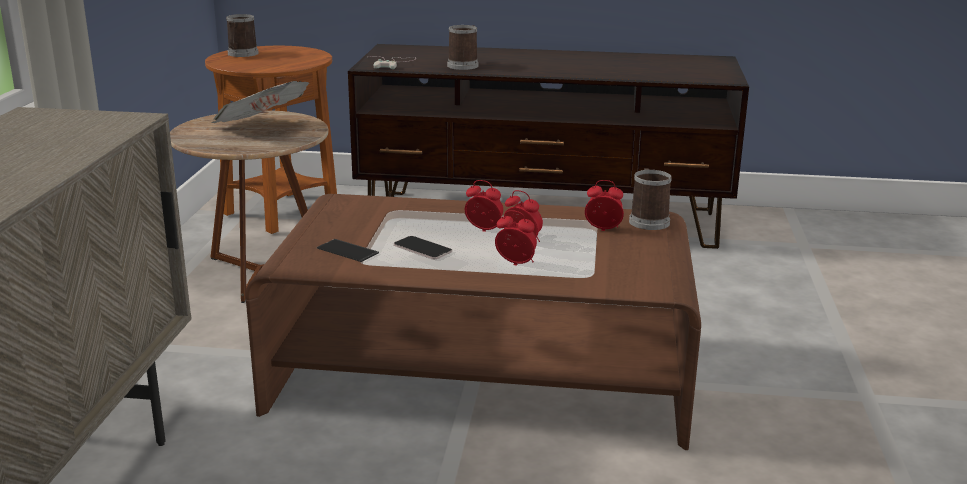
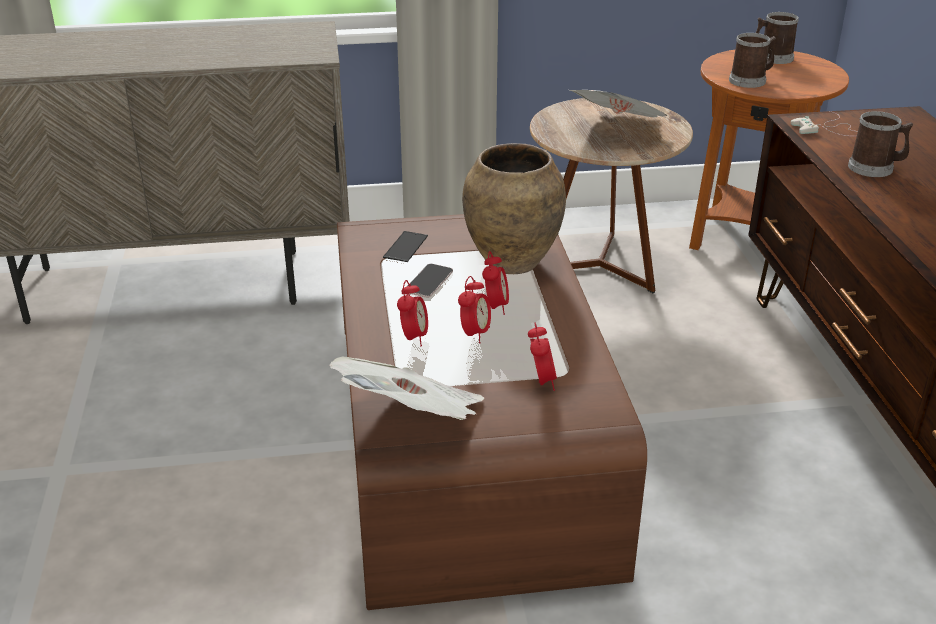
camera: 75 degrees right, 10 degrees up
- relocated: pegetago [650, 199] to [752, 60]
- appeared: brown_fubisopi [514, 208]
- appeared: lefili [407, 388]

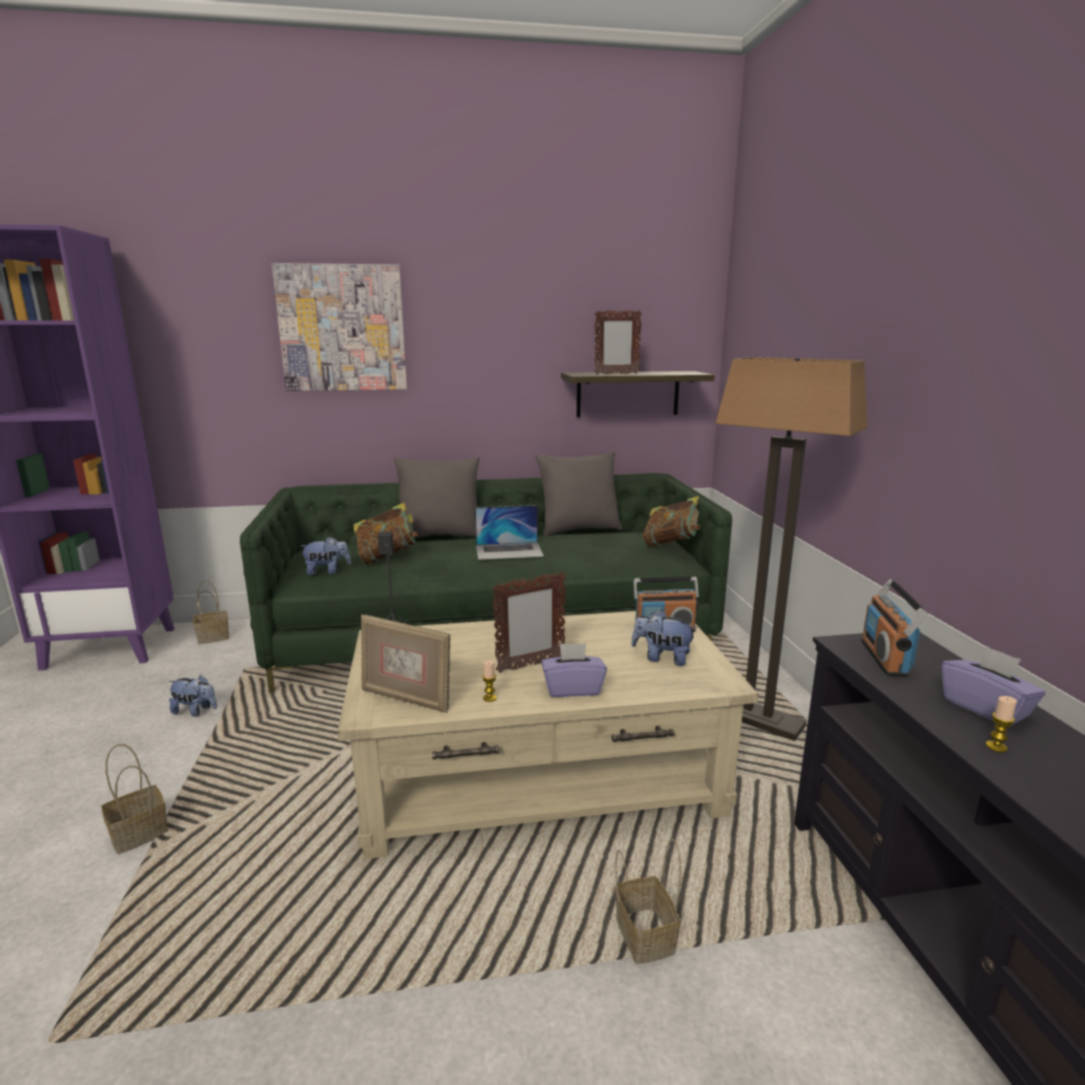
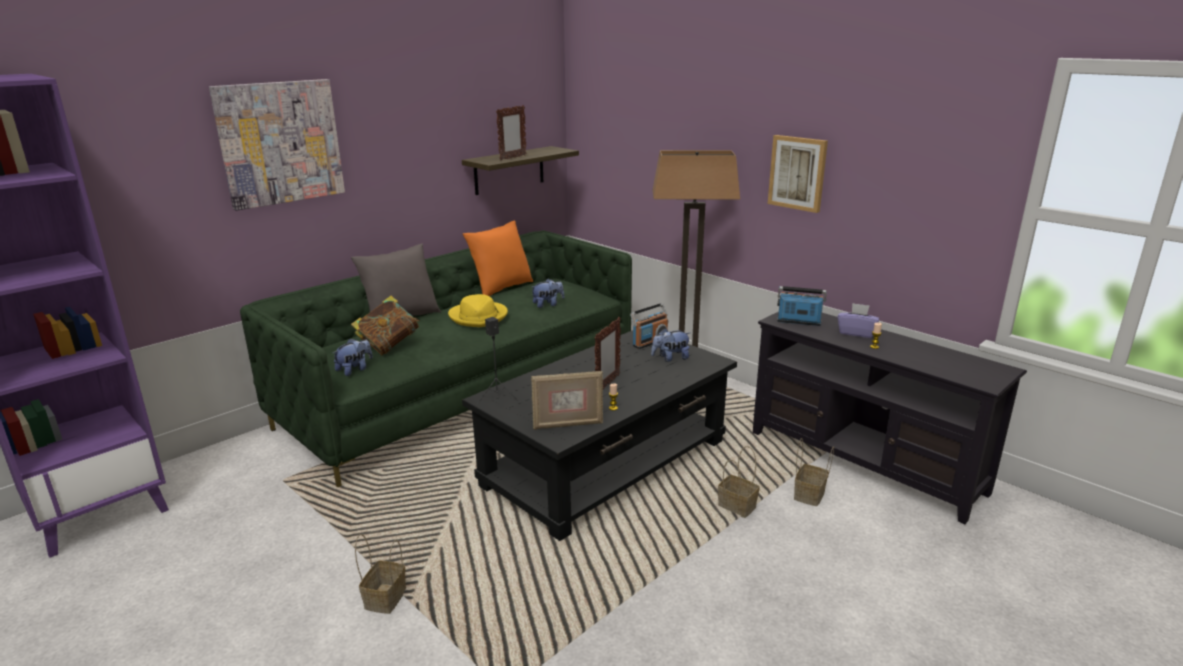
camera: 35 degrees left, 5 degrees up
- colour: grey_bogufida [578, 494] to orange_bogufida [498, 258]
- missing: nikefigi [672, 521]
- exchanged: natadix [509, 532] to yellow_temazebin [478, 310]
- spun: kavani [894, 628] = [802, 306] 135 degrees clockwise
- relocated: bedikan [211, 612] to [814, 472]
- colour: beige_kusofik [548, 735] to black_kusofik [599, 436]
- missing: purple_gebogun [574, 670]
- relocated: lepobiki [193, 695] to [548, 293]
- appeared: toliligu [798, 174]

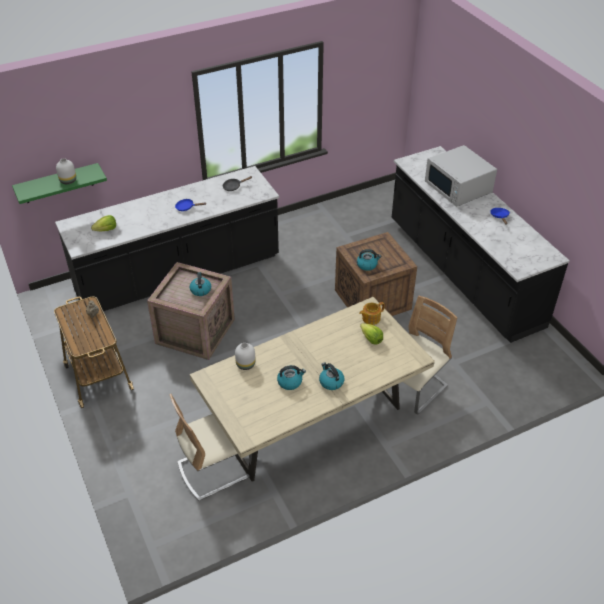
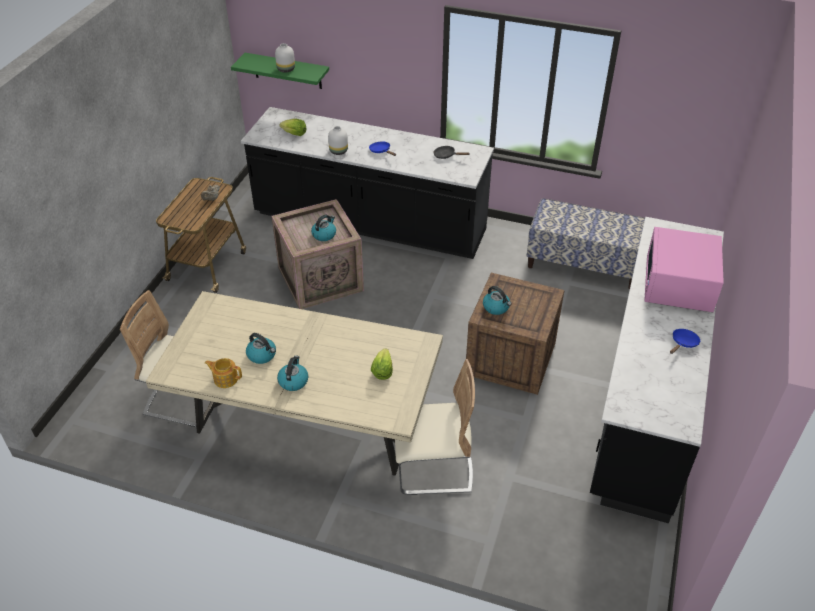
camera: 45 degrees right, 0 degrees up
- colour: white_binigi [461, 176] to pink_binigi [684, 269]
- relocated: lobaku [371, 313] to [223, 373]
- relocated: white_fubisopi [245, 356] to [338, 140]
- appeared: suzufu [586, 243]

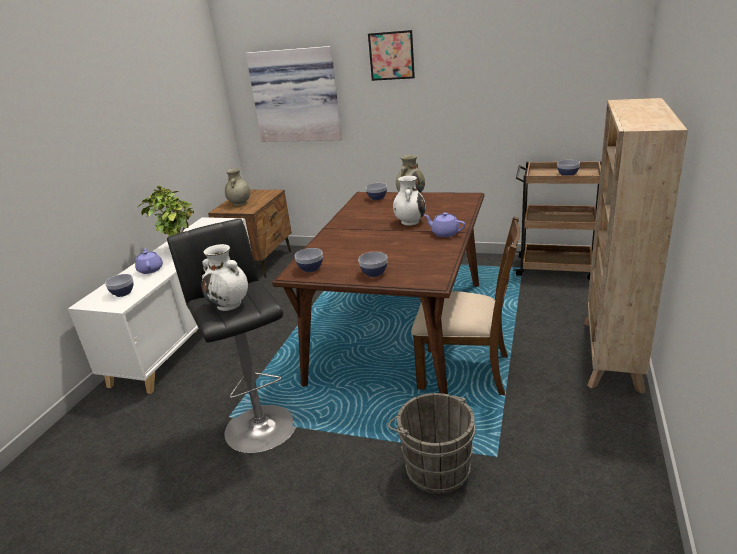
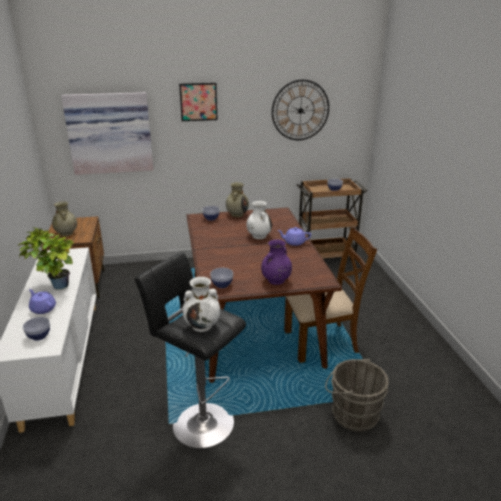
camera: 30 degrees left, 0 degrees up
- missing: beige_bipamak [636, 246]
- exchanged: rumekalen [373, 264] to purple_fubisopi [276, 262]
- appeared: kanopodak [300, 109]

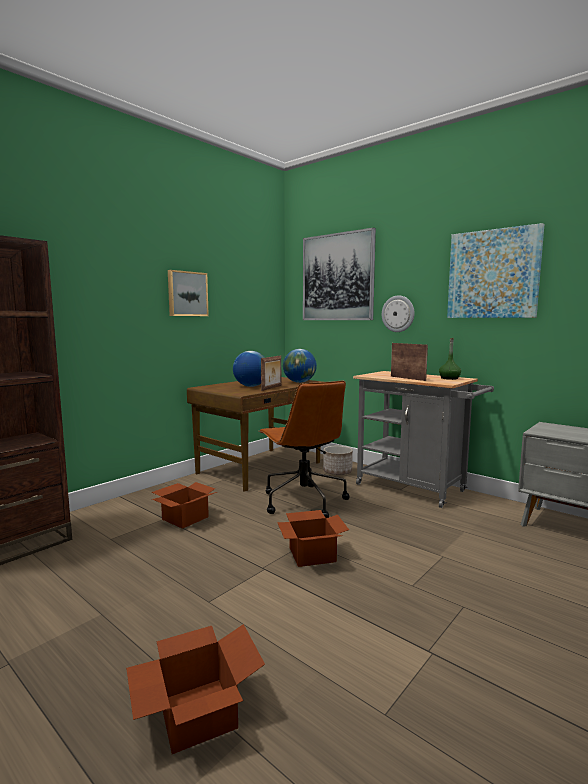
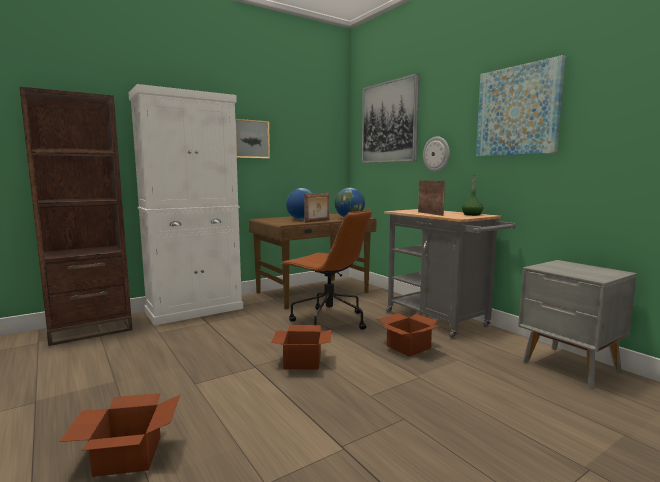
camera: 15 degrees right, 0 degrees up
- spun: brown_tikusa [304, 449] = [327, 269] 45 degrees counterclockwise
- missing: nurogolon [338, 460]
- relocated: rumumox [184, 505] to [409, 335]
- appeared: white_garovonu [186, 205]

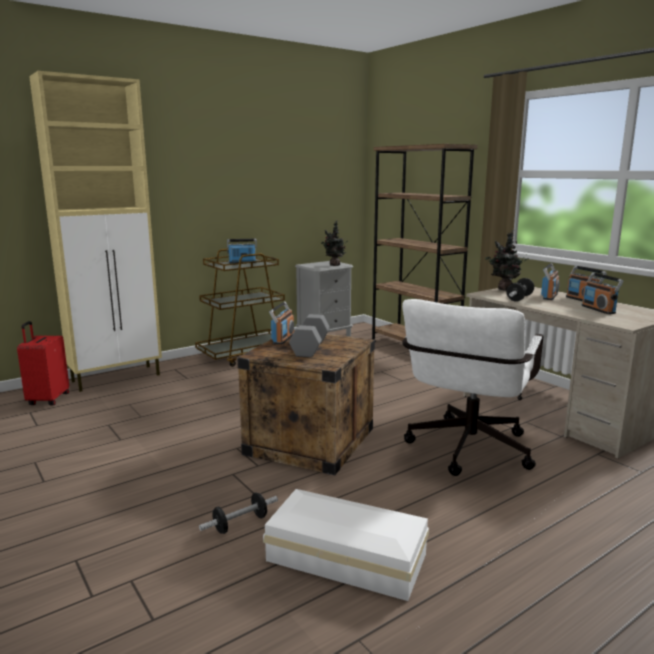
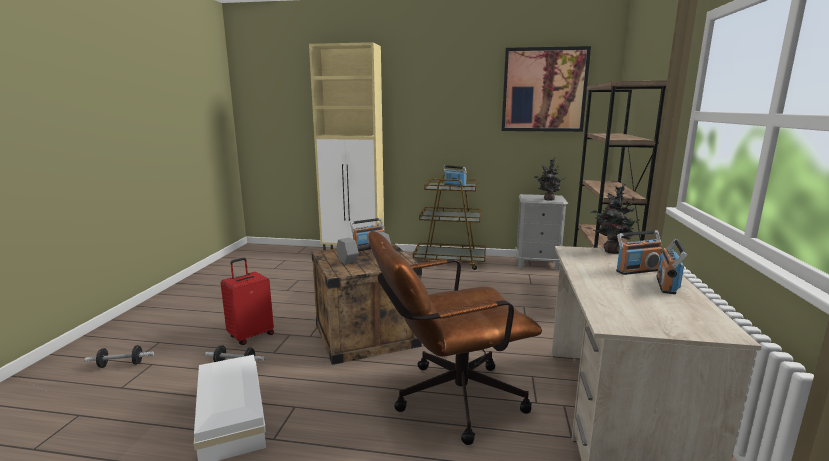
camera: 45 degrees right, 0 degrees up
- missing: kavani [602, 293]
- relocated: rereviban [520, 289] to [119, 356]
- colour: white_tikusa [472, 387] to brown_tikusa [455, 338]
- relocated: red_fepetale [43, 363] to [247, 301]
- appeared: toliligu [546, 89]

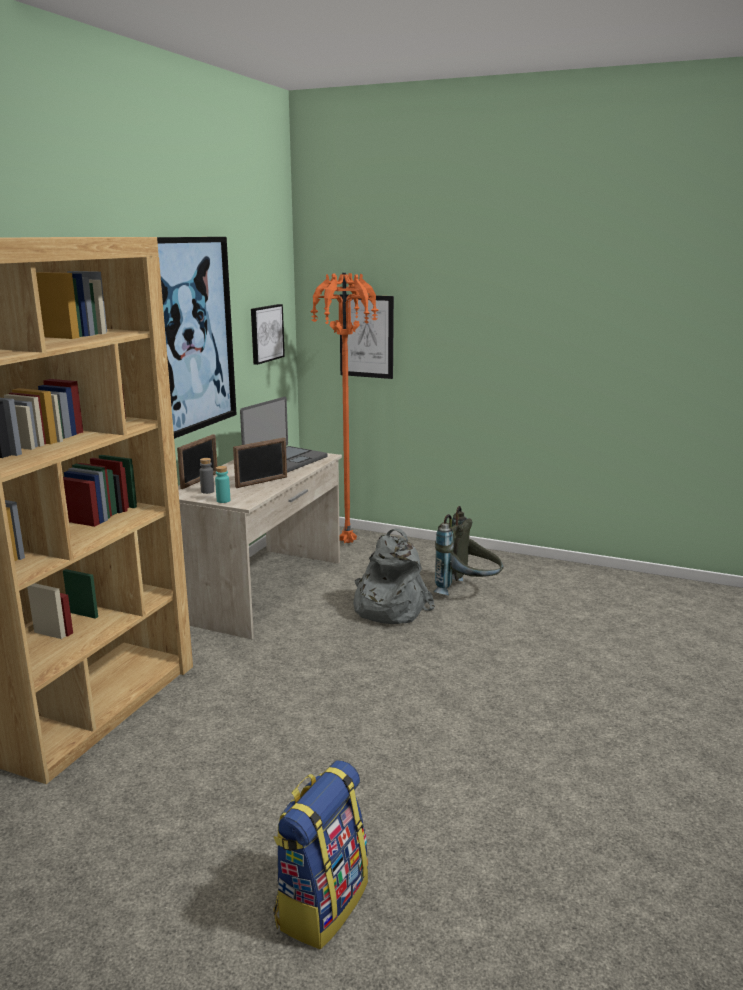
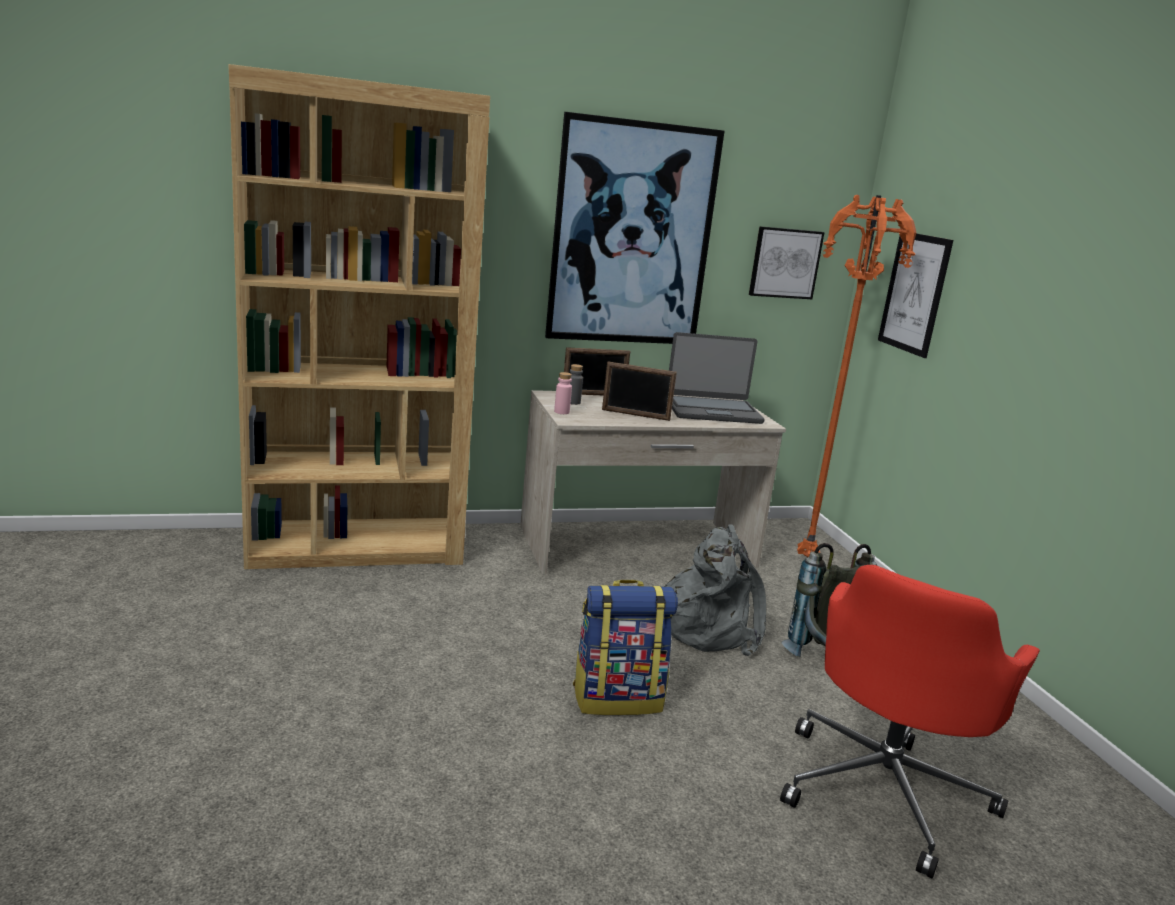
camera: 50 degrees right, 0 degrees up
- colour: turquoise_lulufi [222, 484] to pink_lulufi [563, 393]
- relocated: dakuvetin [321, 854] to [625, 647]
- appeared: red_tikusa [910, 721]

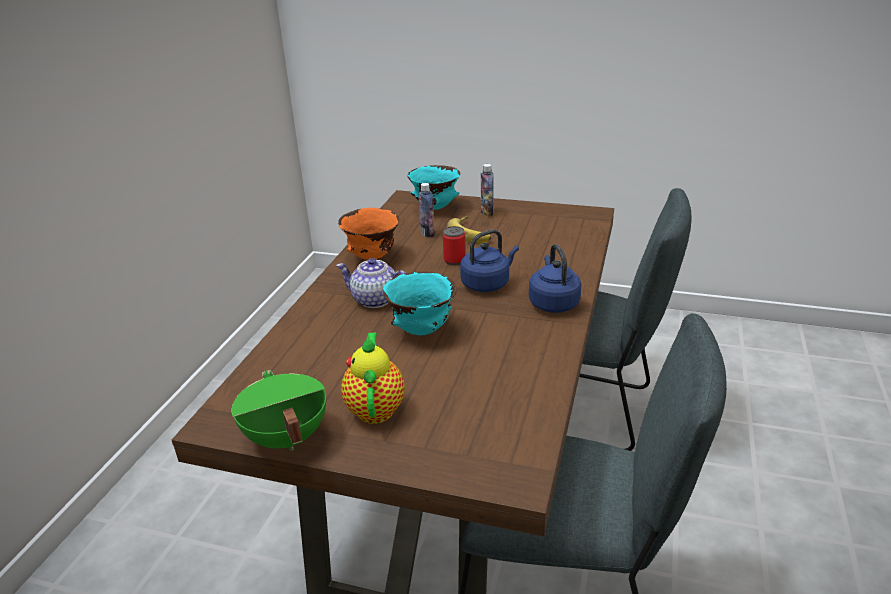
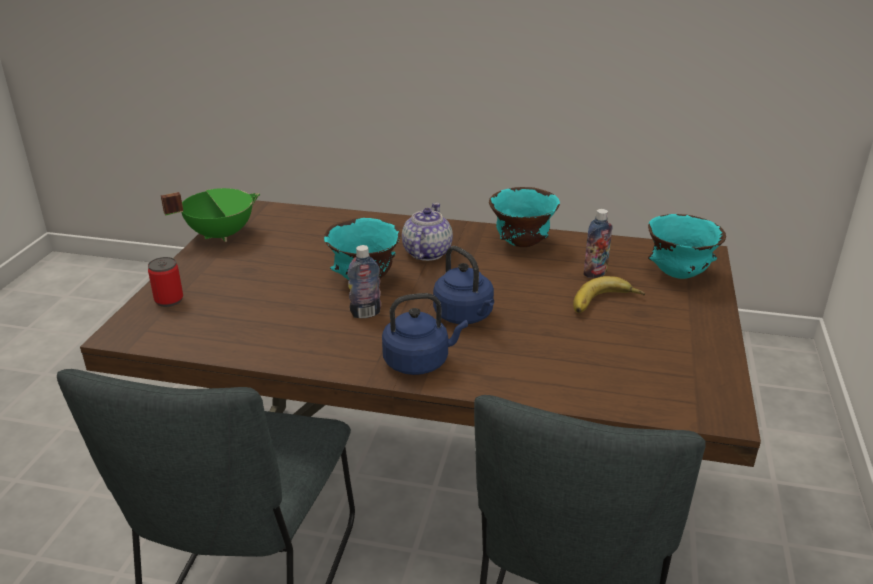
camera: 85 degrees right, 0 degrees up
- relocated: lulufi [487, 190] to [364, 281]
- colour: orange_rumekalen [368, 234] to turquoise_rumekalen [524, 217]
- relocated: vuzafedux [454, 245] to [165, 282]
- missing: lobaku [373, 378]

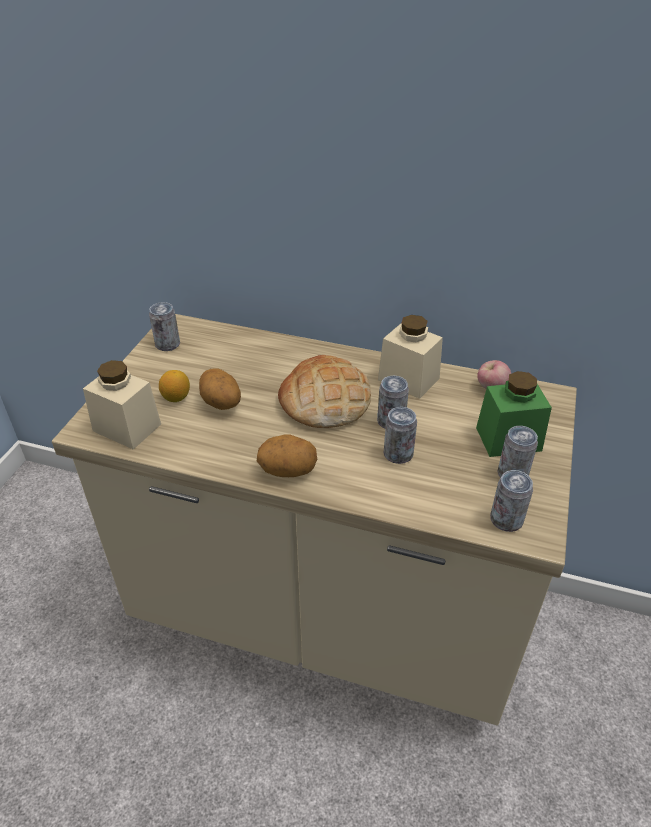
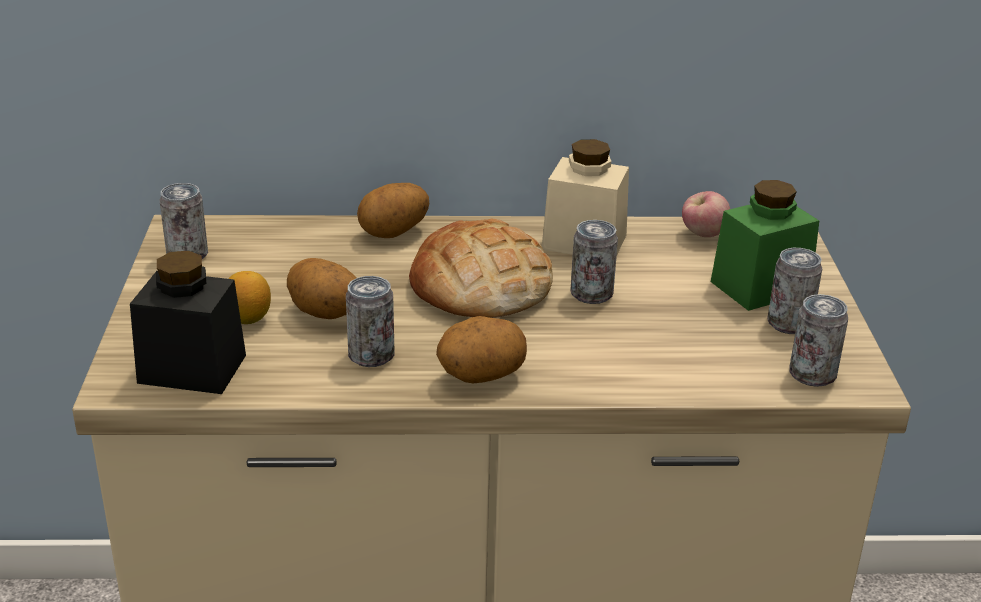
camera: 20 degrees left, 10 degrees down
- colour: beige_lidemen [122, 404] to black_lidemen [188, 322]
- relocated: vuzafedux [400, 435] to [370, 321]
- appeared: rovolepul [393, 210]

